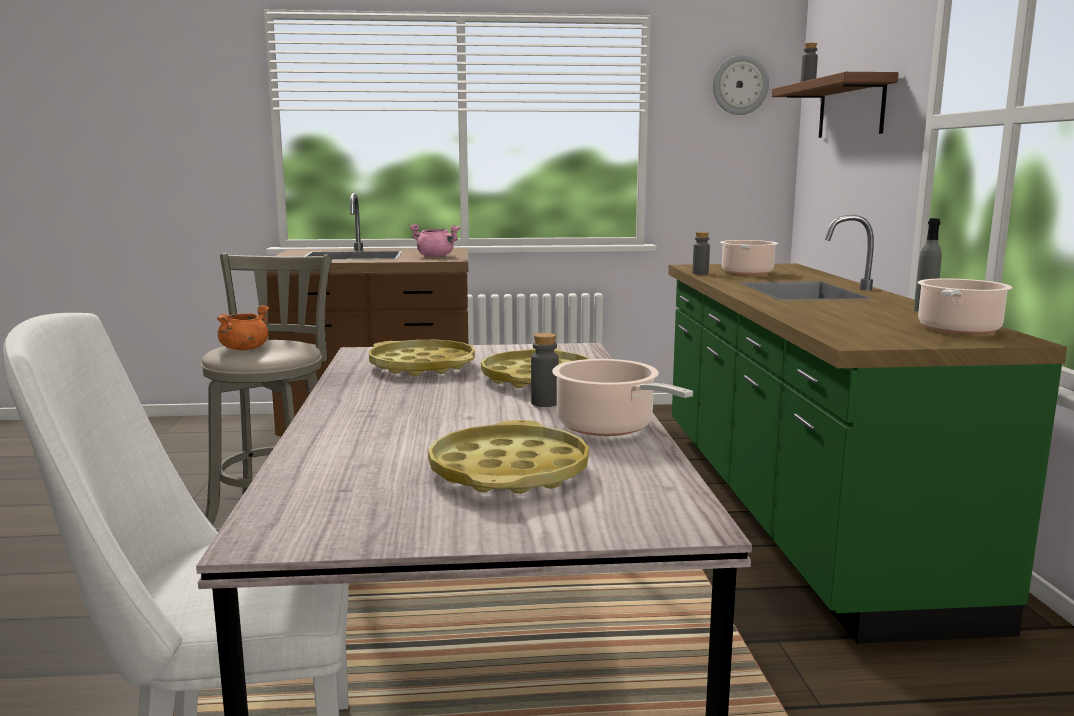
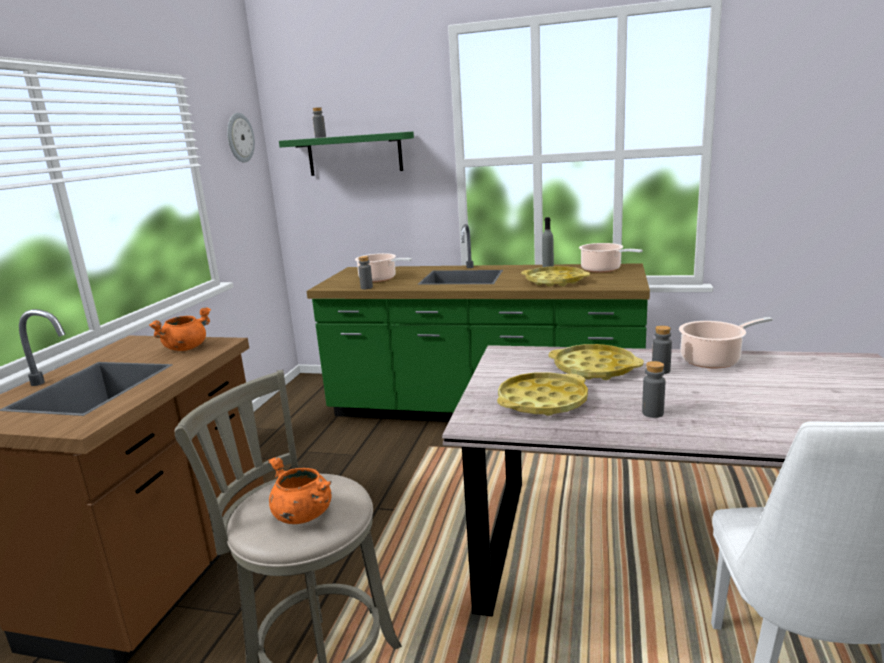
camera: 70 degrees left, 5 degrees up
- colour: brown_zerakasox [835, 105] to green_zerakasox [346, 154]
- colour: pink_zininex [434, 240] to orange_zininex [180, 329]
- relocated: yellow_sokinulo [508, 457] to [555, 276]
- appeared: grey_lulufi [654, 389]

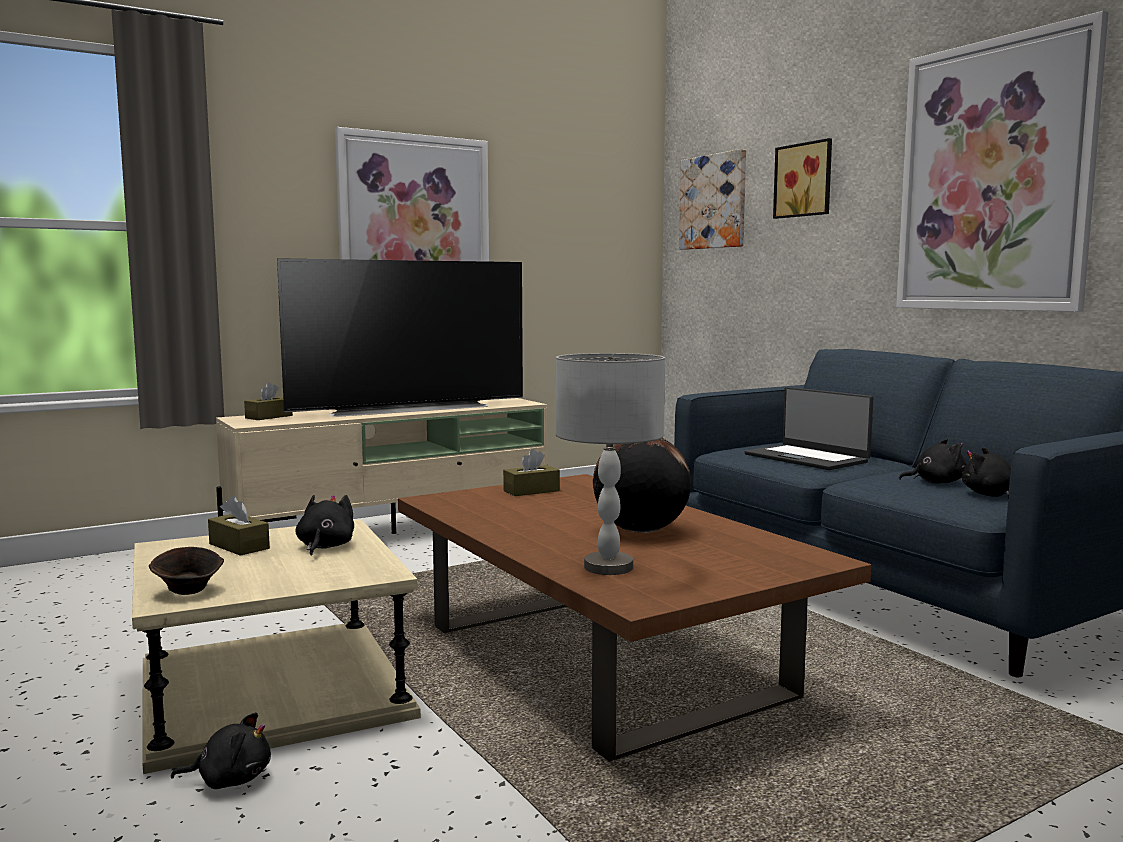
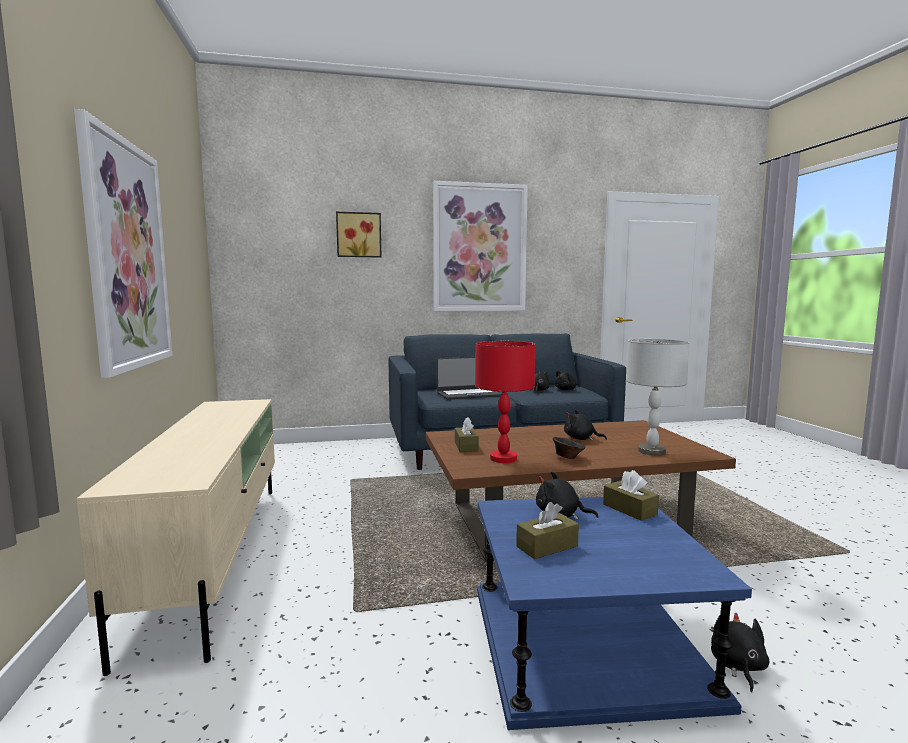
camera: 70 degrees left, 0 degrees up
- missing: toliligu [712, 199]
- missing: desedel [400, 337]
- relocated: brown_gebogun [268, 401] to [631, 495]
- exchanged: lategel [642, 485] to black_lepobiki [585, 425]
- colour: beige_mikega [276, 646] to blue_mikega [614, 613]
- relocated: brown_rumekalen [186, 571] to [568, 448]
- appeared: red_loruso [505, 402]

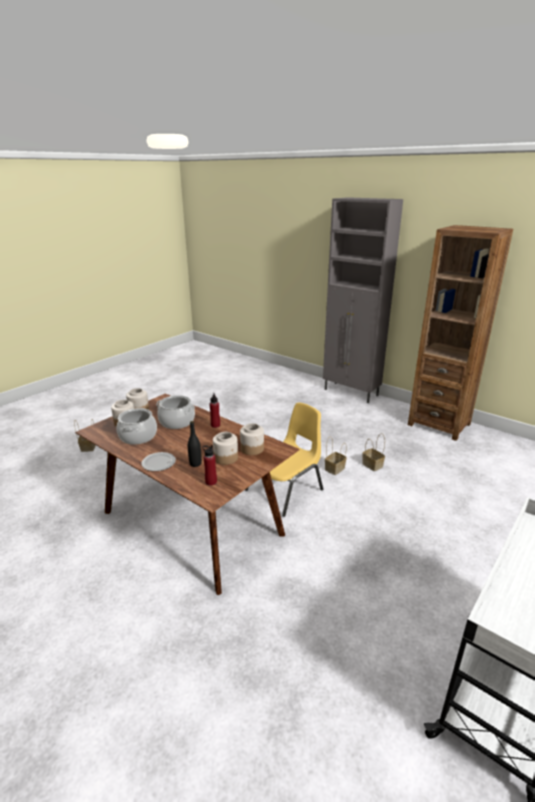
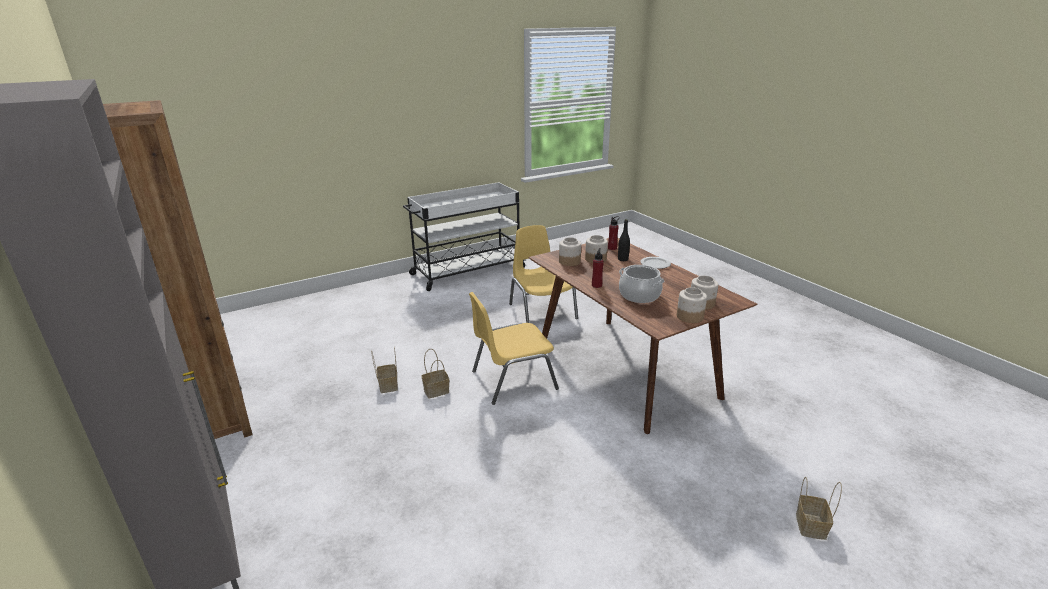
camera: 160 degrees left, 0 degrees up
- missing: zininex [136, 426]
- appeared: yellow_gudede [543, 274]

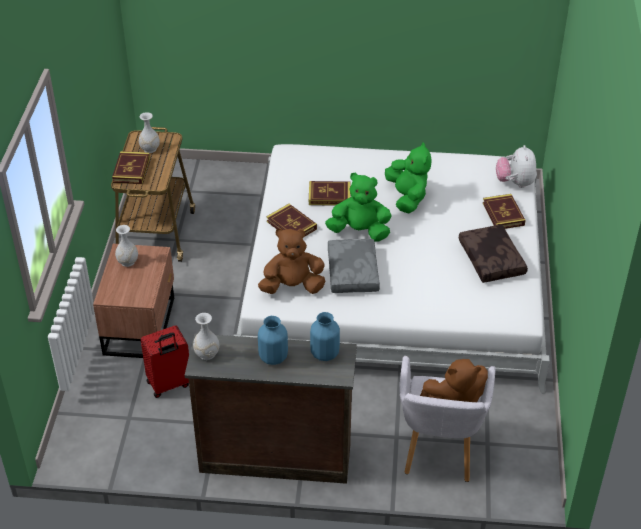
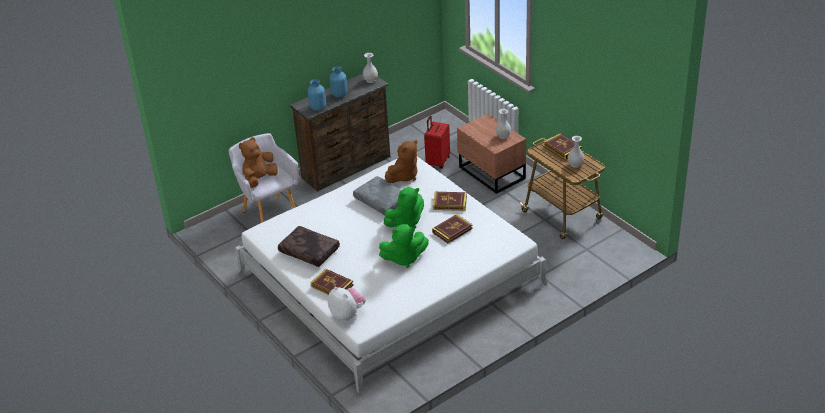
camera: 140 degrees right, 5 degrees down
- spun: green_lepobiki [408, 177] = [404, 246] 45 degrees counterclockwise

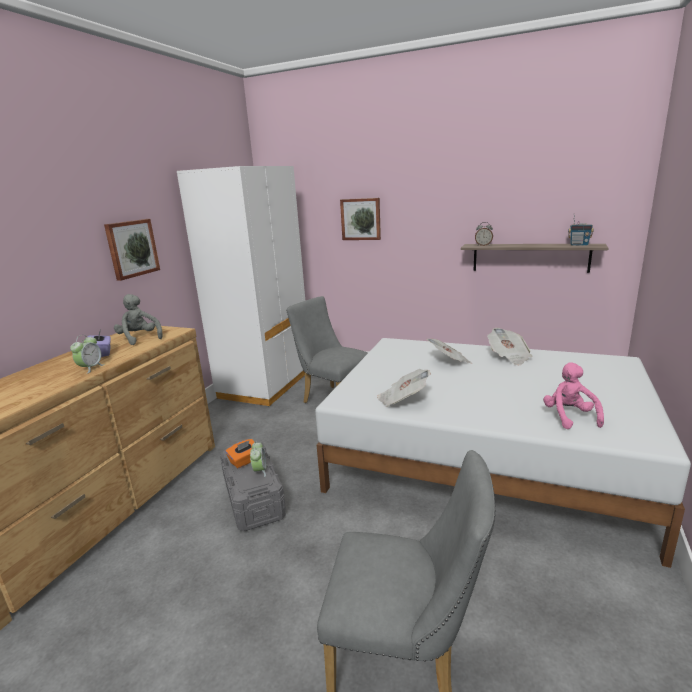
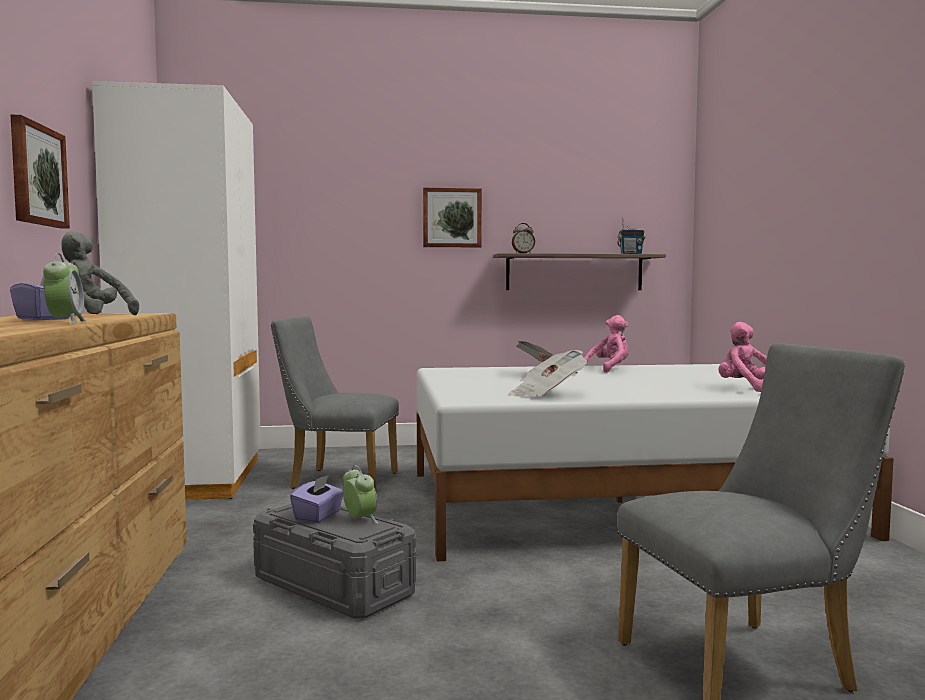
camera: 30 degrees left, 15 degrees down
- relocated: toliligu [360, 219] to [452, 217]
- exchanged: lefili [509, 346] to pink_lepobiki [606, 344]
- colour: orange_gebogun [240, 453] to purple_gebogun [316, 498]

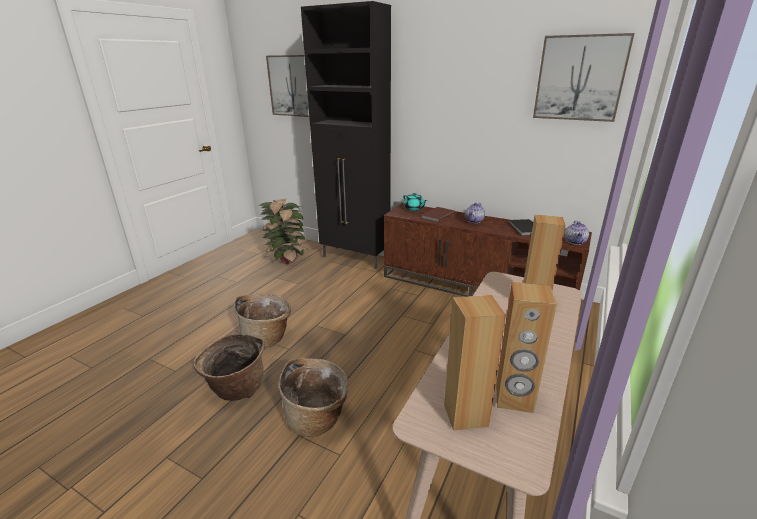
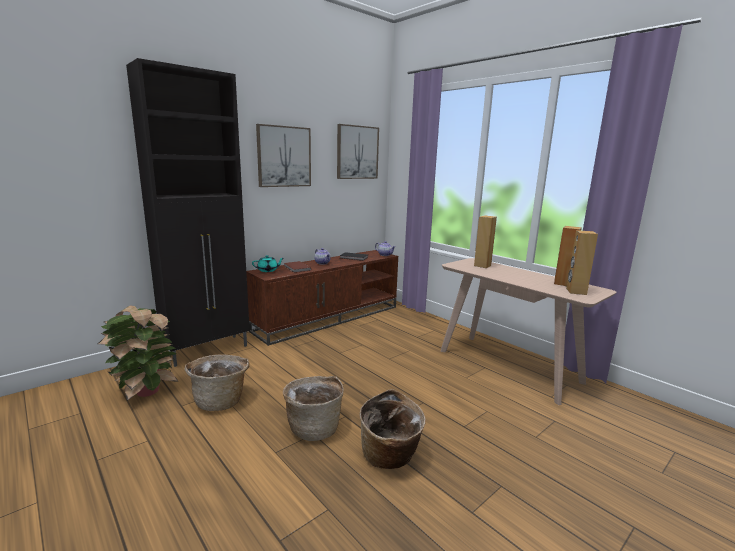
camera: 70 degrees left, 10 degrees down
- relocated: toliligu [287, 86] to [283, 155]
- relocated: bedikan [313, 397] to [217, 383]

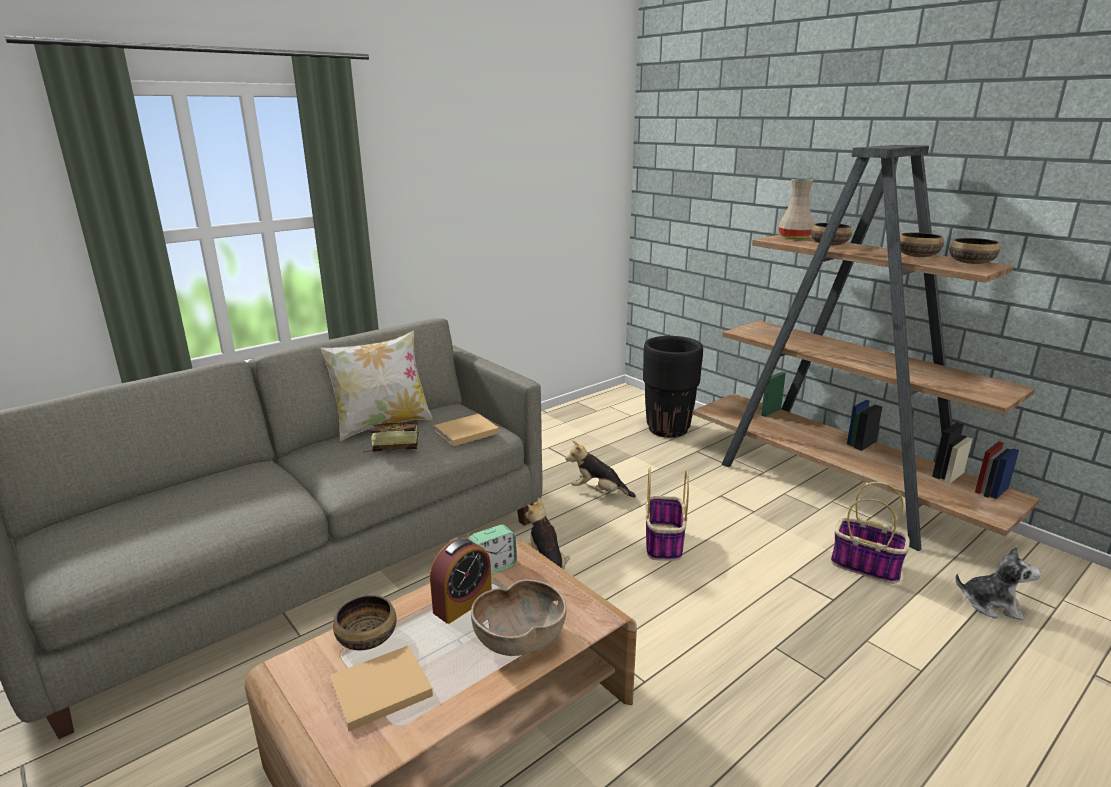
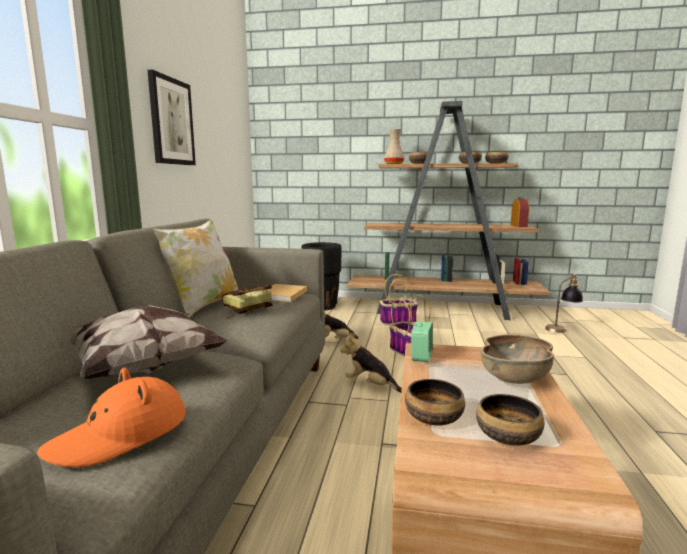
camera: 40 degrees left, 10 degrees down
- relocated: bedikan [870, 533] to [399, 299]
- relocated: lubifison [461, 581] to [520, 212]
- exchanged: lepobiki [998, 583] to loruso [564, 303]
- exchanged: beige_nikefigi [381, 688] to rumekalen [510, 420]
- appeared: toliligu [172, 117]
- appeared: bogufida [149, 342]
- appeared: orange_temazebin [111, 417]

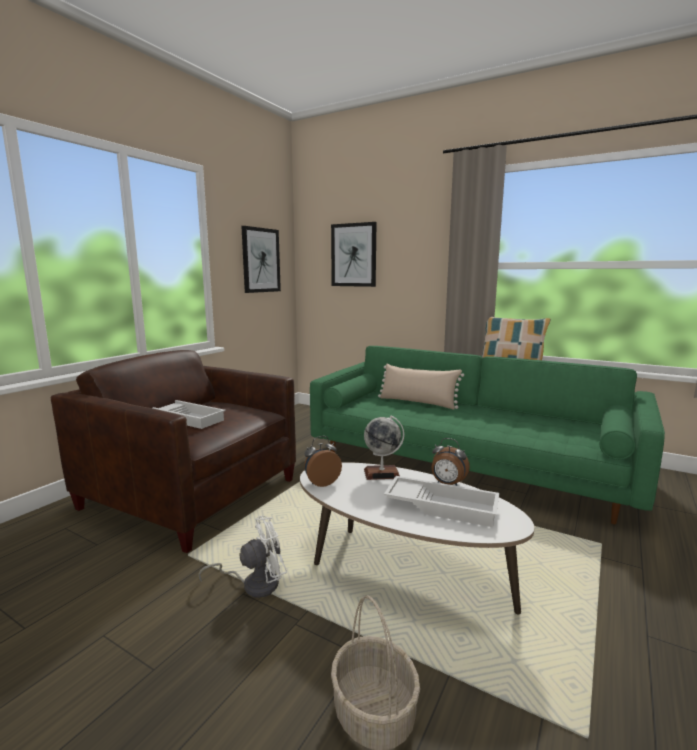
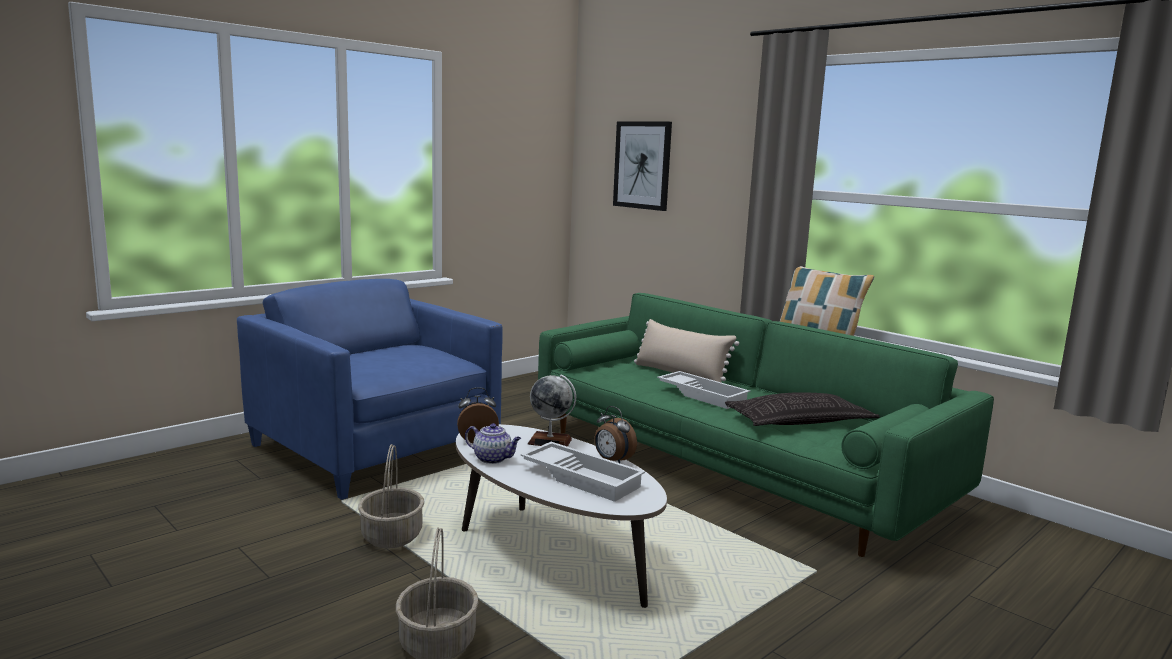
camera: 15 degrees right, 0 degrees up
- missing: toliligu [261, 259]
- colour: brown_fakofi [173, 451] to blue_fakofi [370, 389]
- relocated: white_sokinulo [189, 414] to [703, 390]
- exchanged: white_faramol [242, 557] to bedikan [391, 496]
- appeared: bogufida [802, 409]
- appeared: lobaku [493, 443]

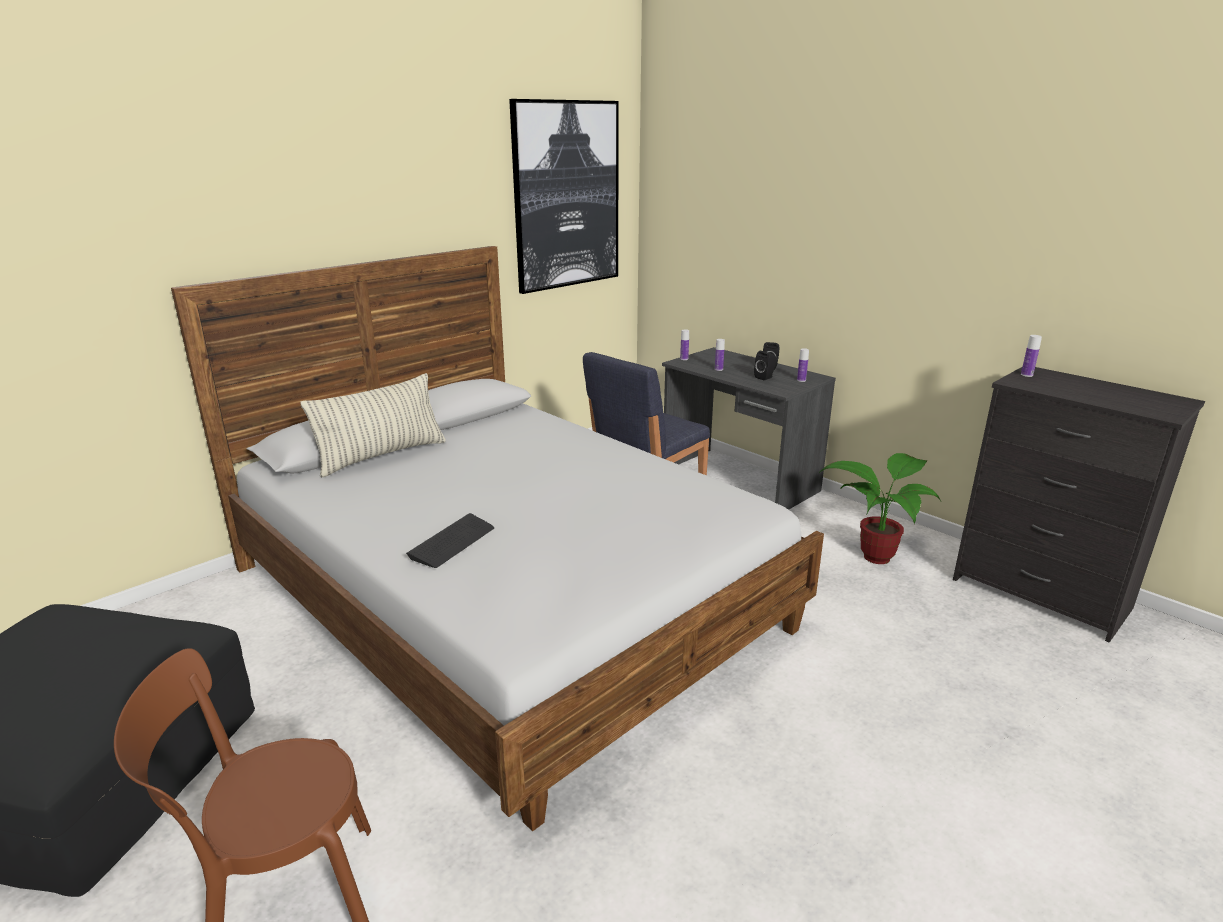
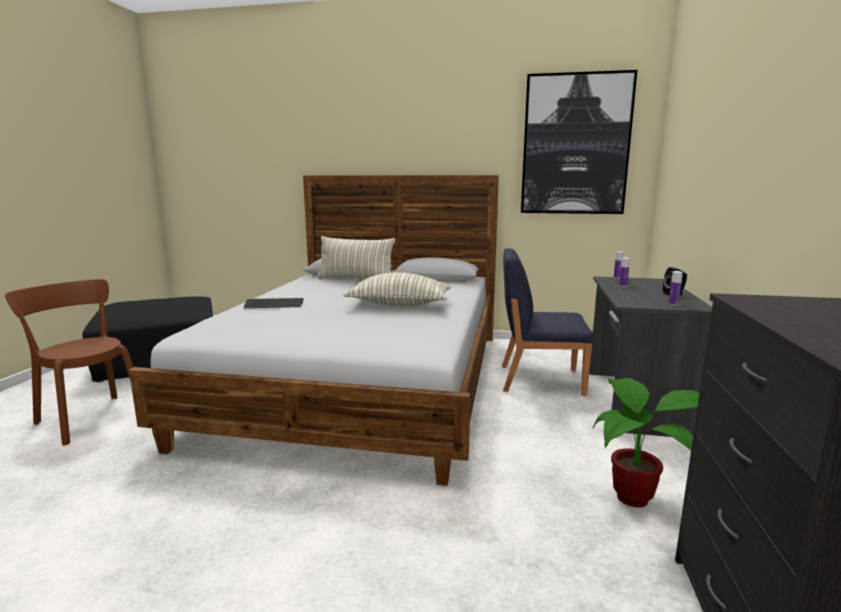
camera: 55 degrees right, 10 degrees down
- missing: lulufi [1031, 356]
- missing: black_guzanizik [765, 365]
- appeared: bogufida [397, 289]

